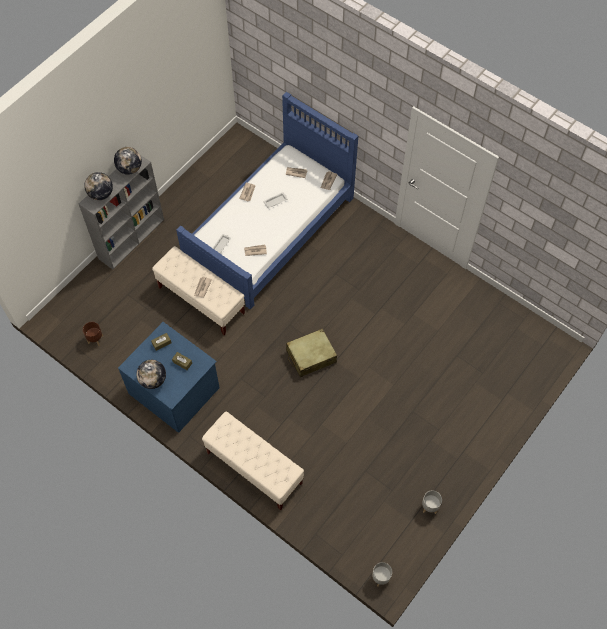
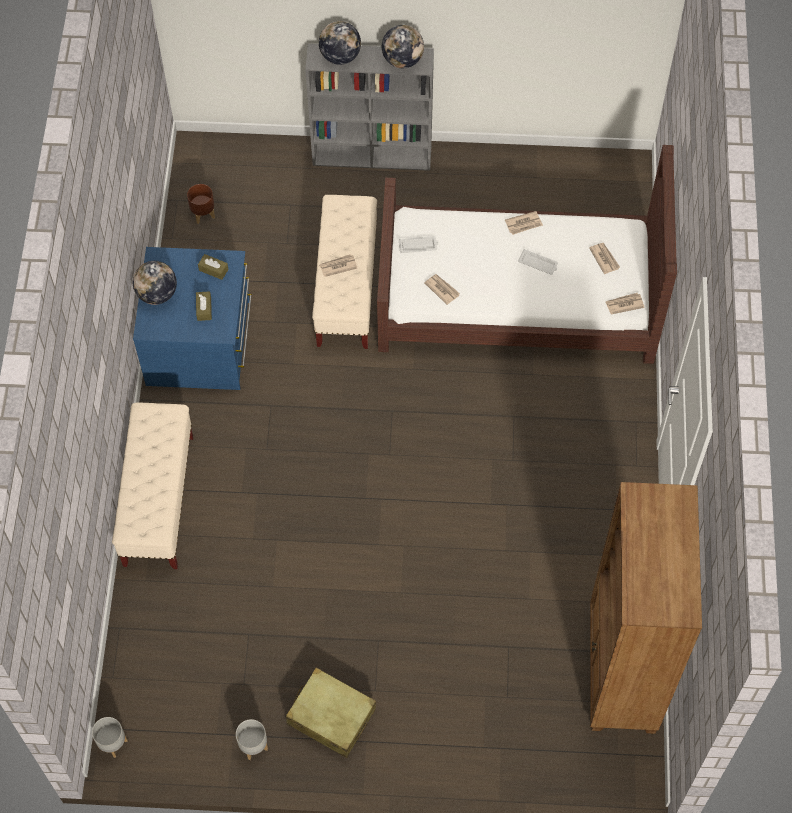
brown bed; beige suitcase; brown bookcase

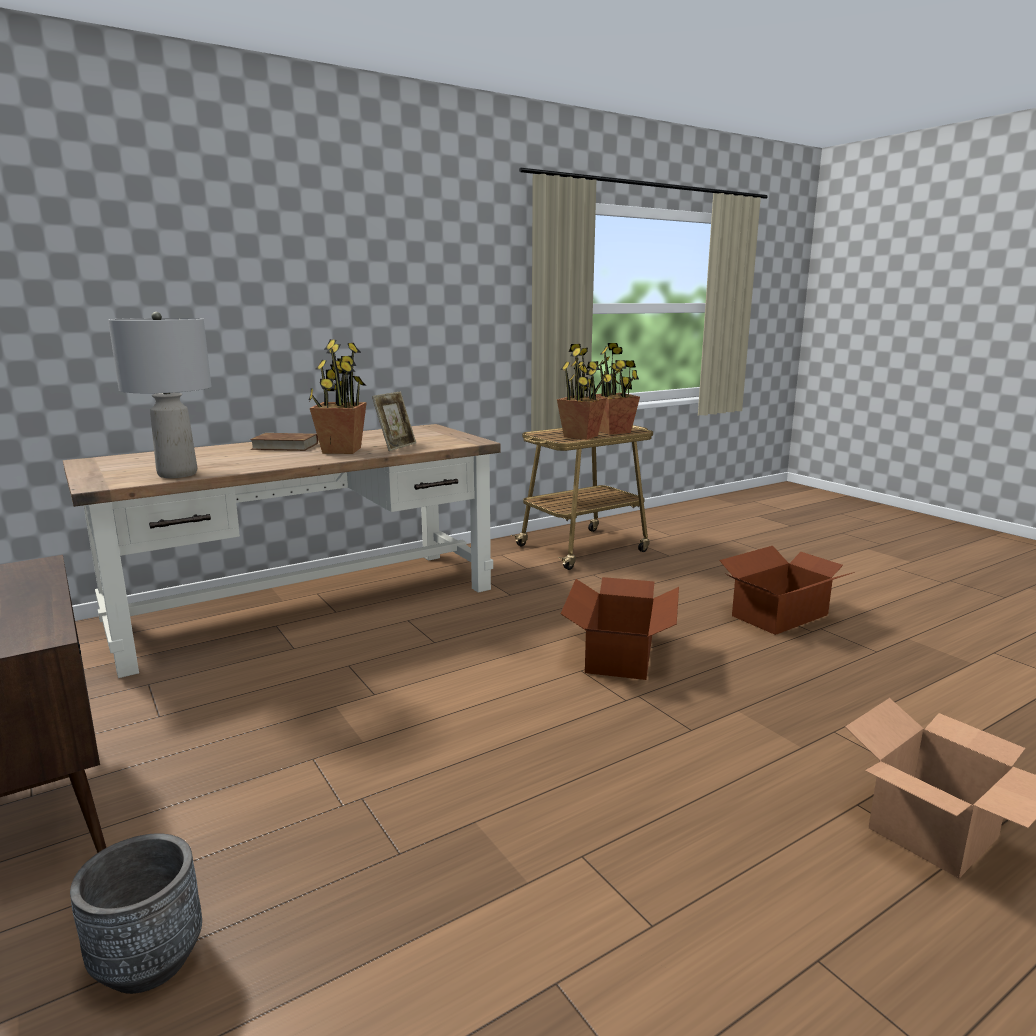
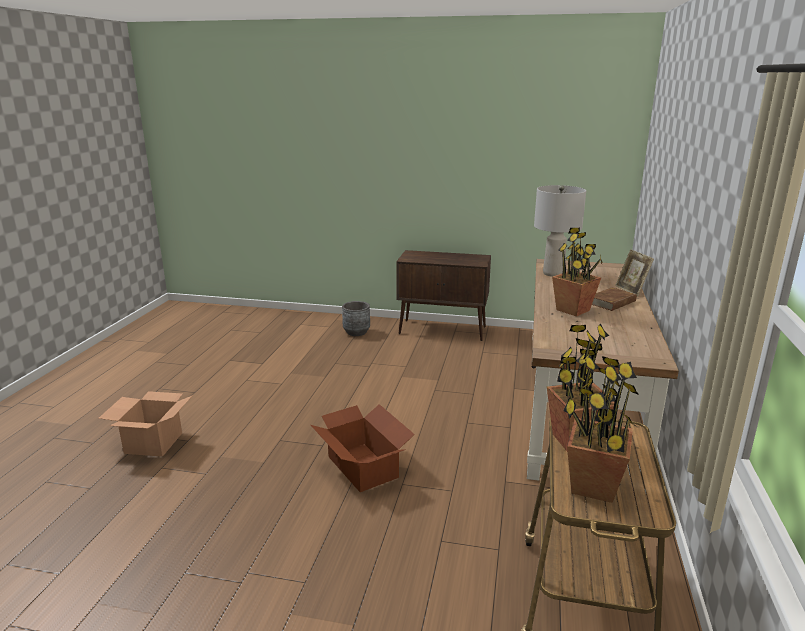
picture frame; cardboard box (no. 2 from left in the first image)

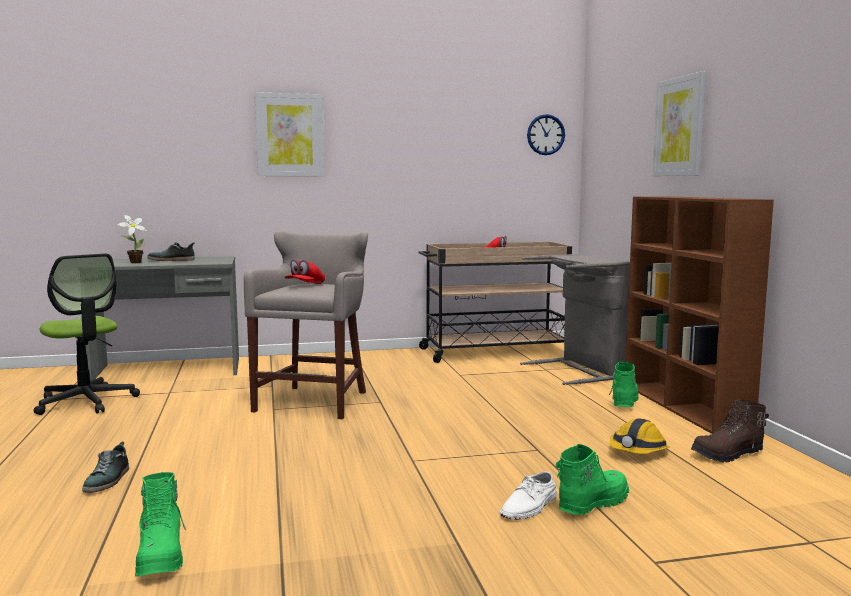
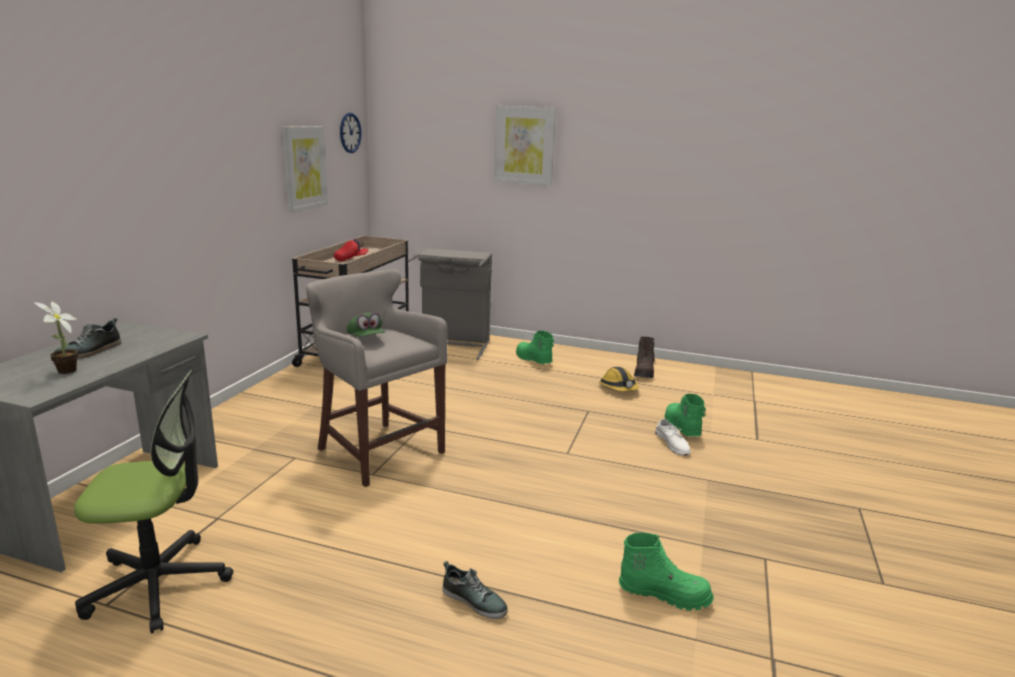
picture (no. 1 from left); brown bookcase; green cap

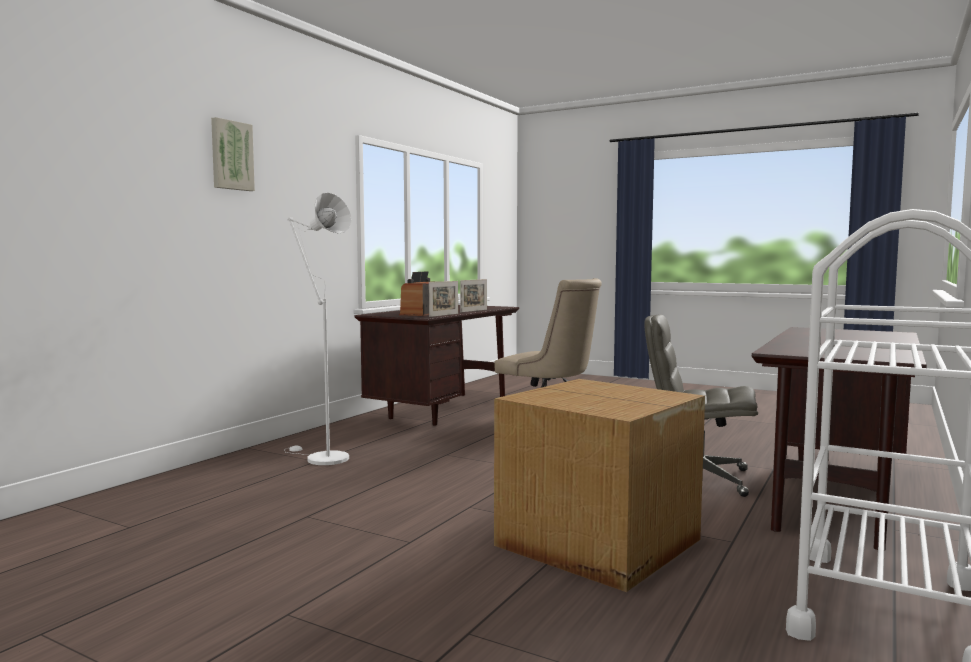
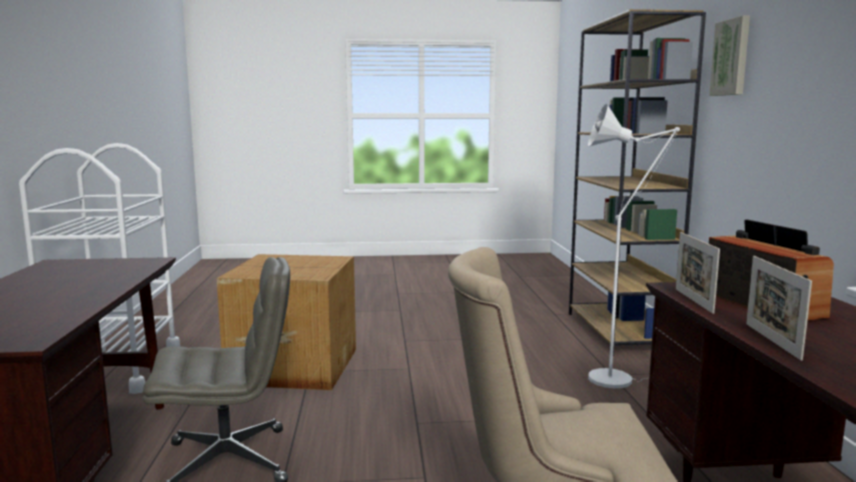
brown bookcase

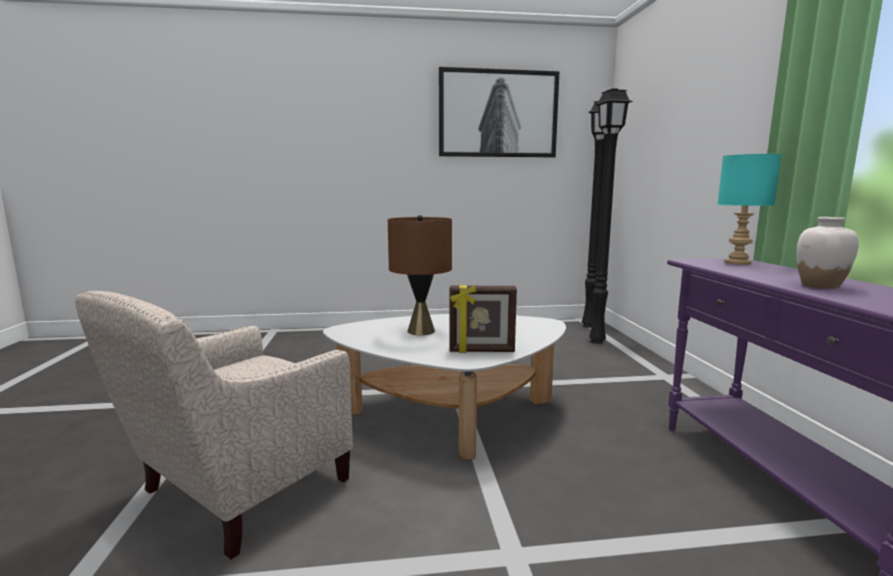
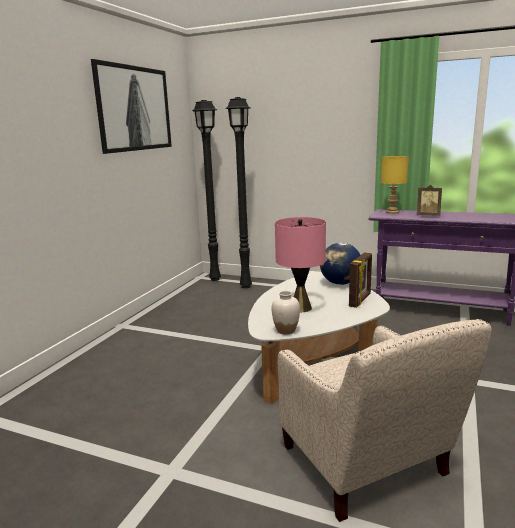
yellow table lamp; pink table lamp; white vase; picture frame (no. 2 from left); globe

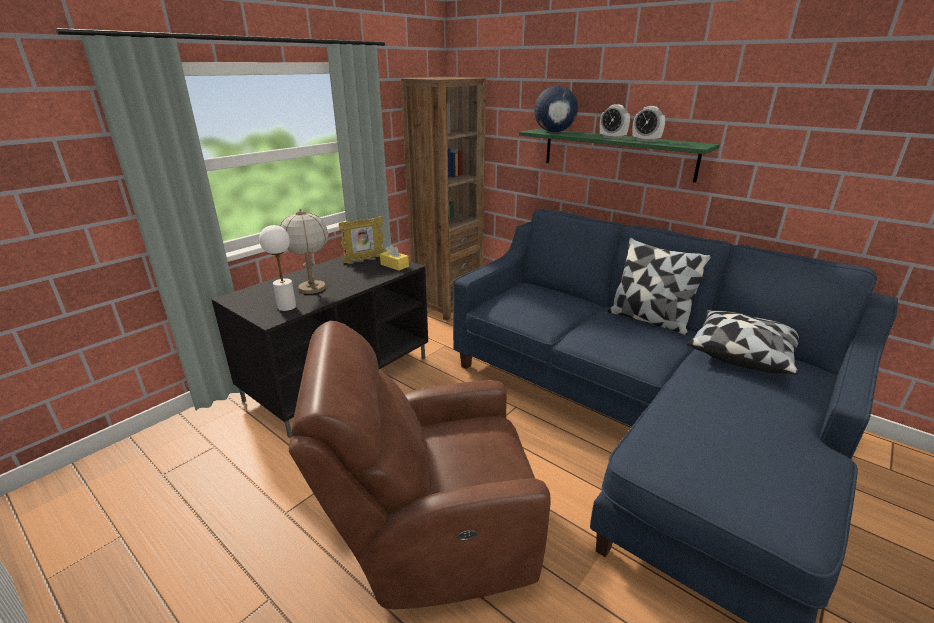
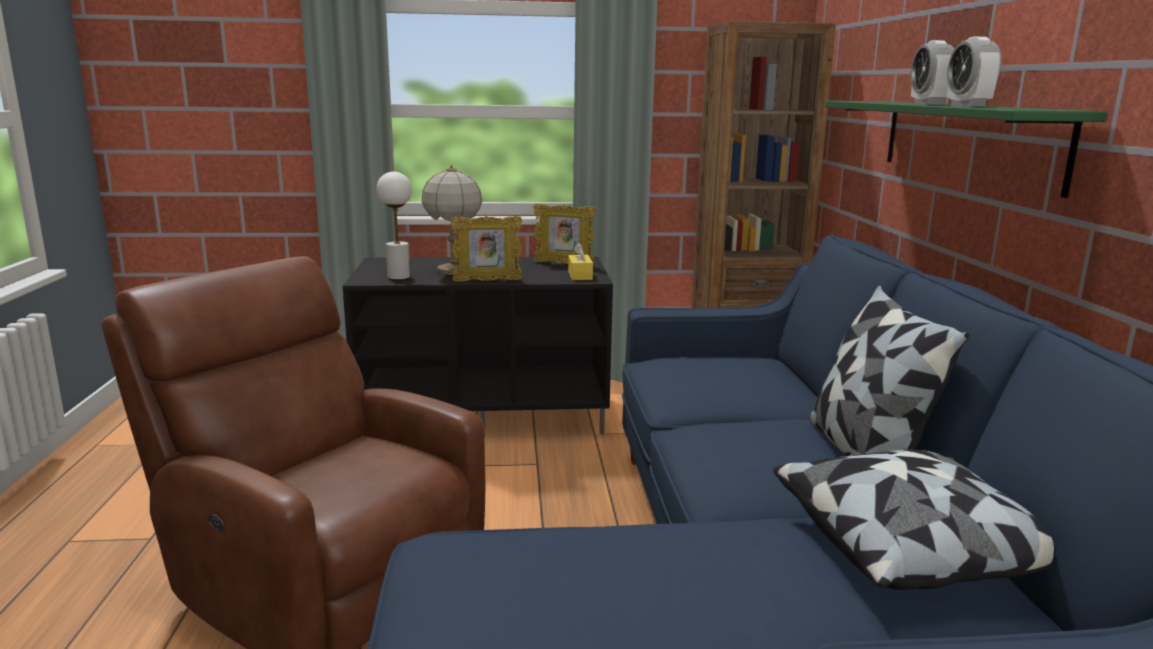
globe; picture frame (no. 1 from left)

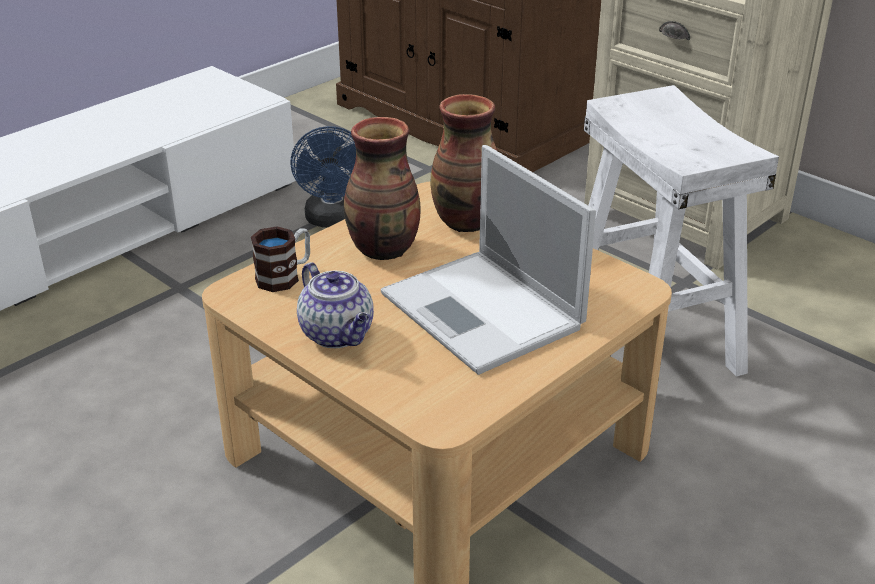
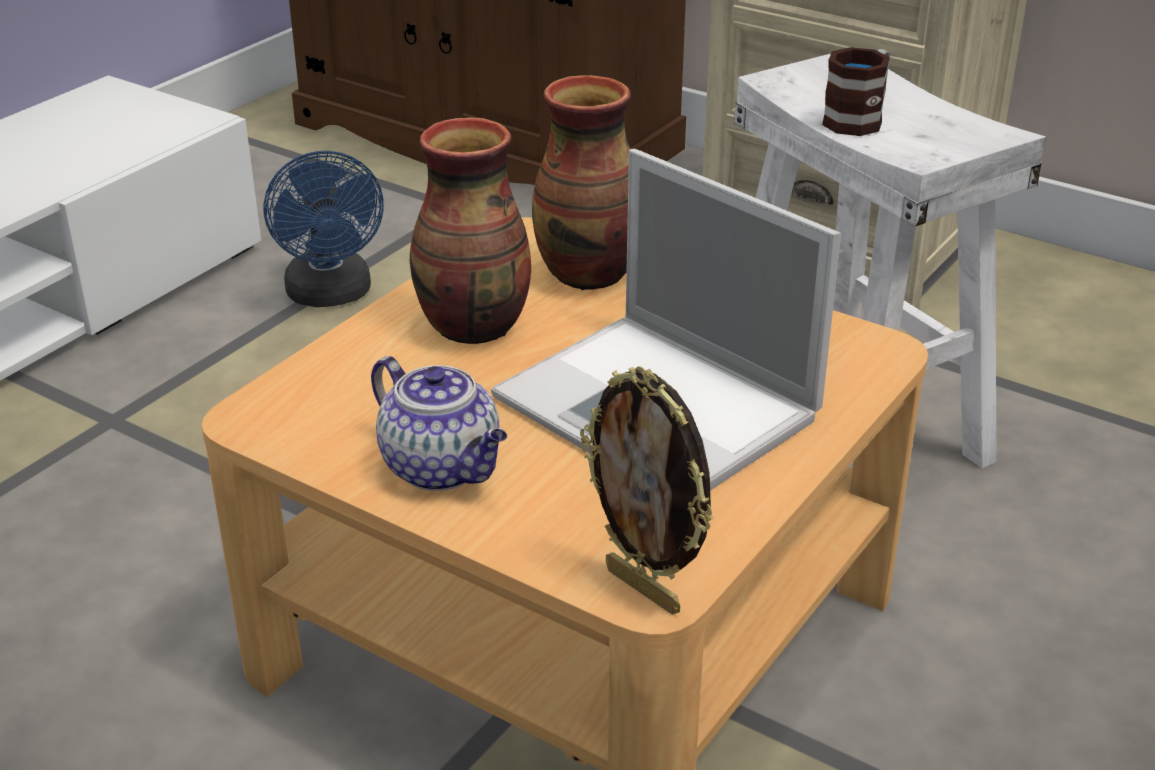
mug; picture frame

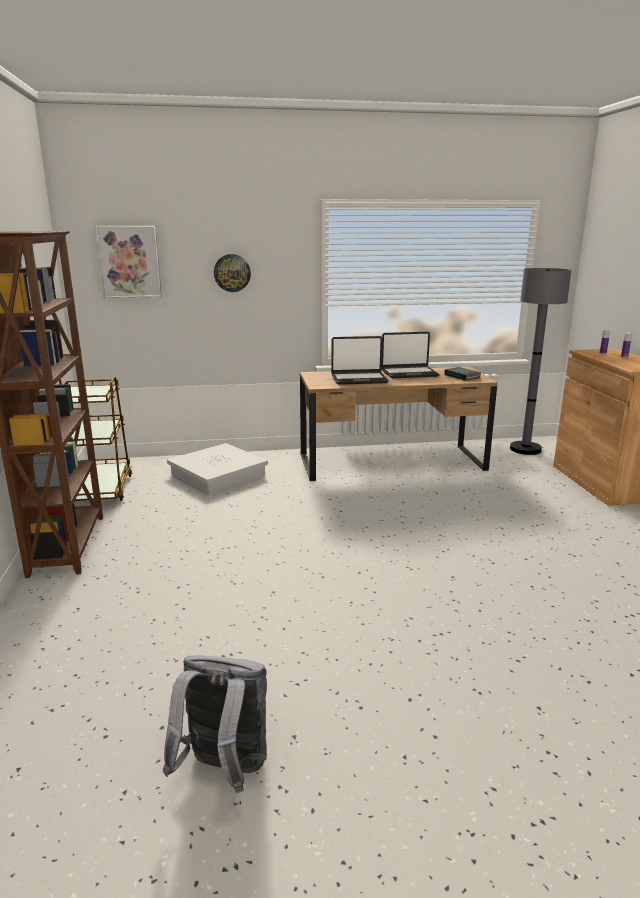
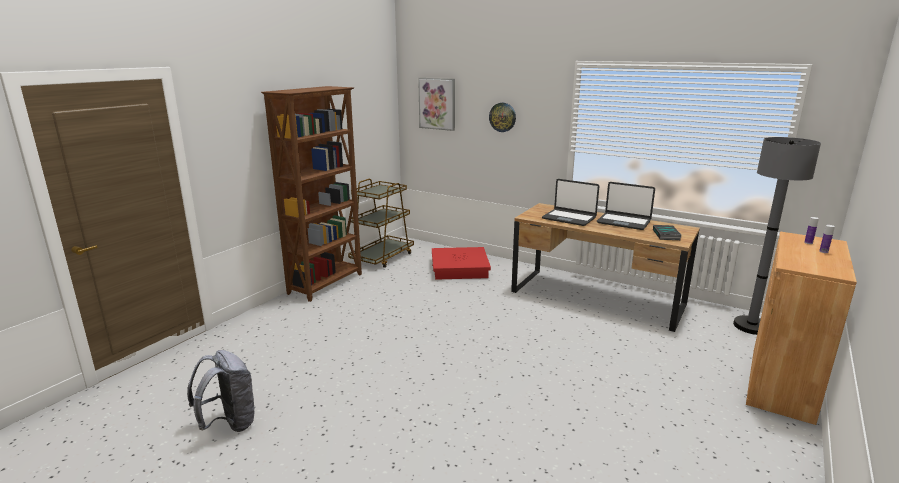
red storage box

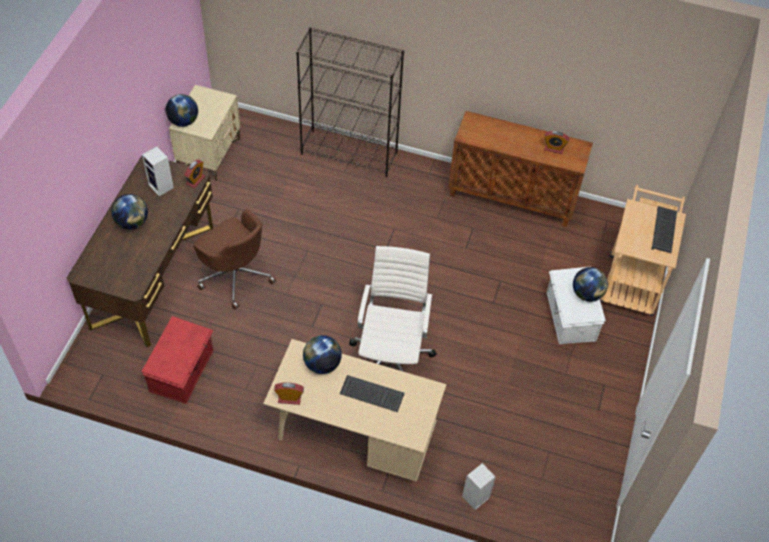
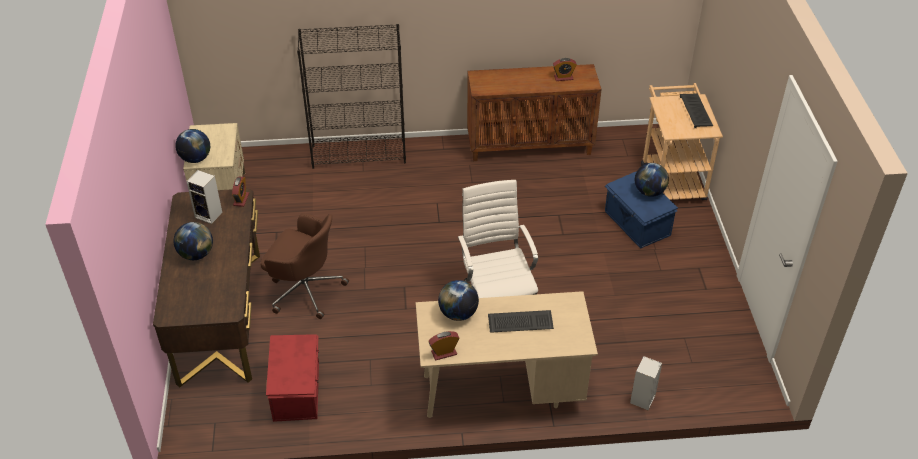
blue storage box

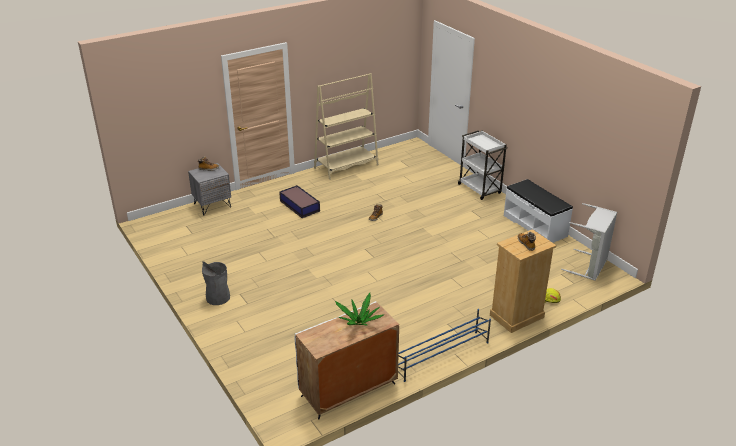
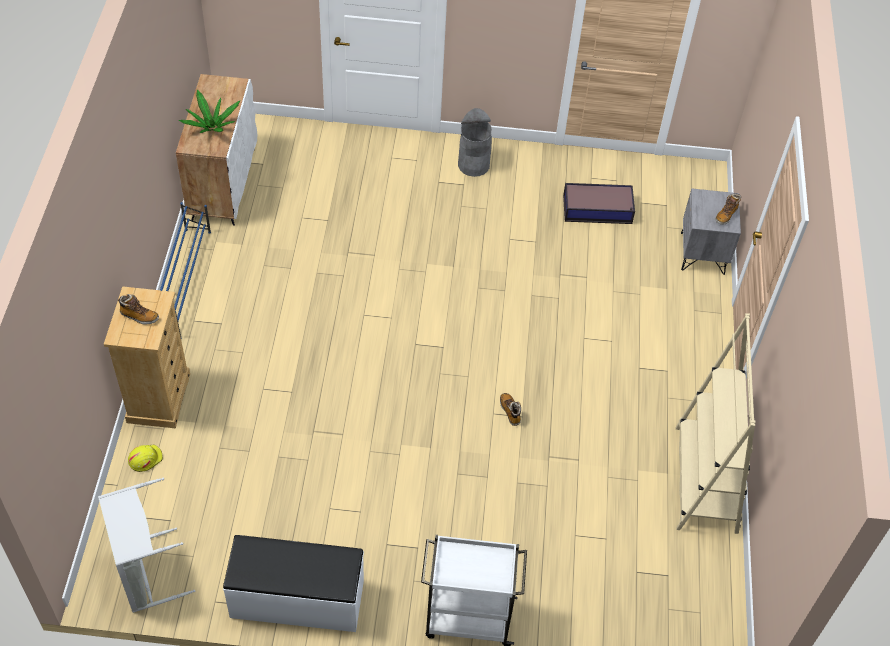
storage box

